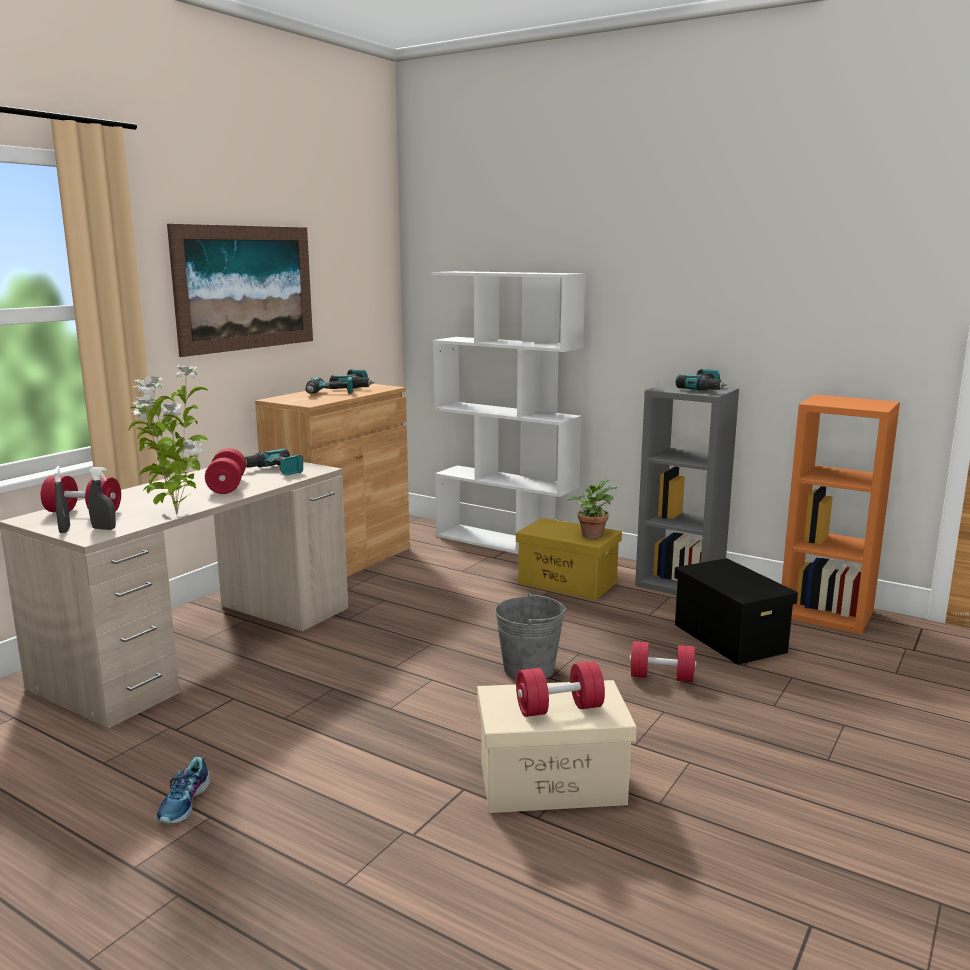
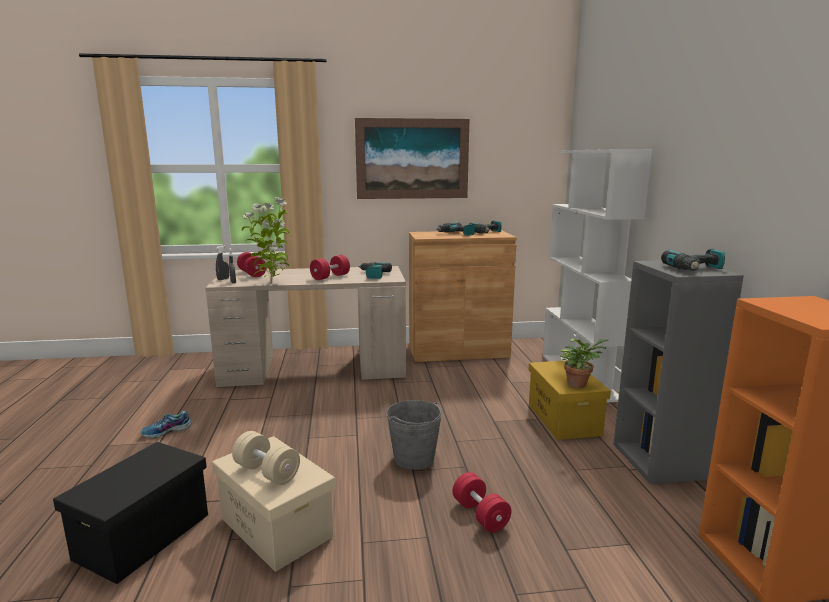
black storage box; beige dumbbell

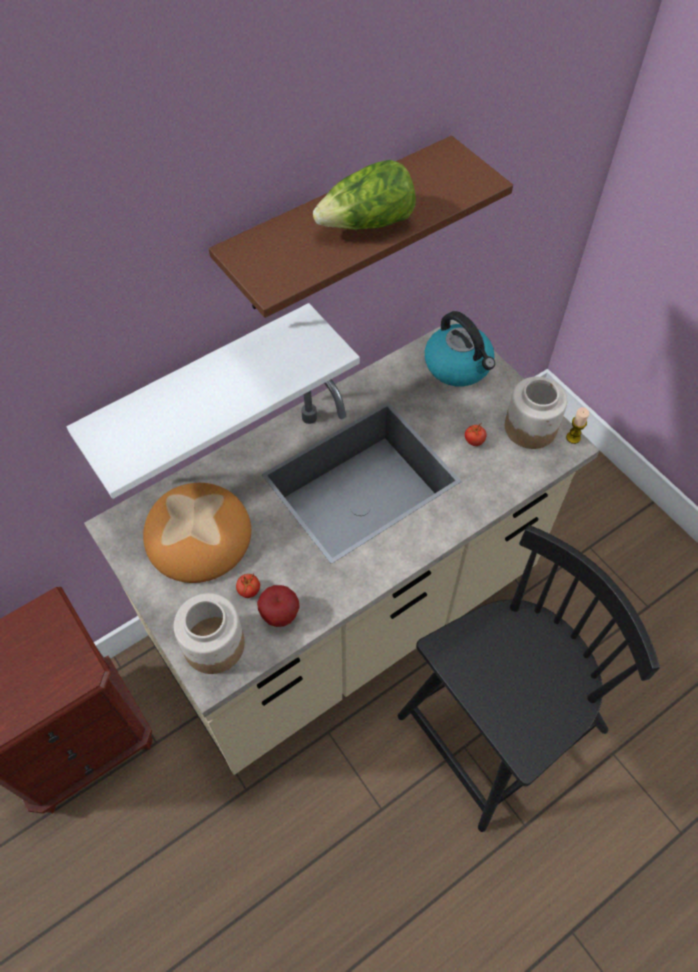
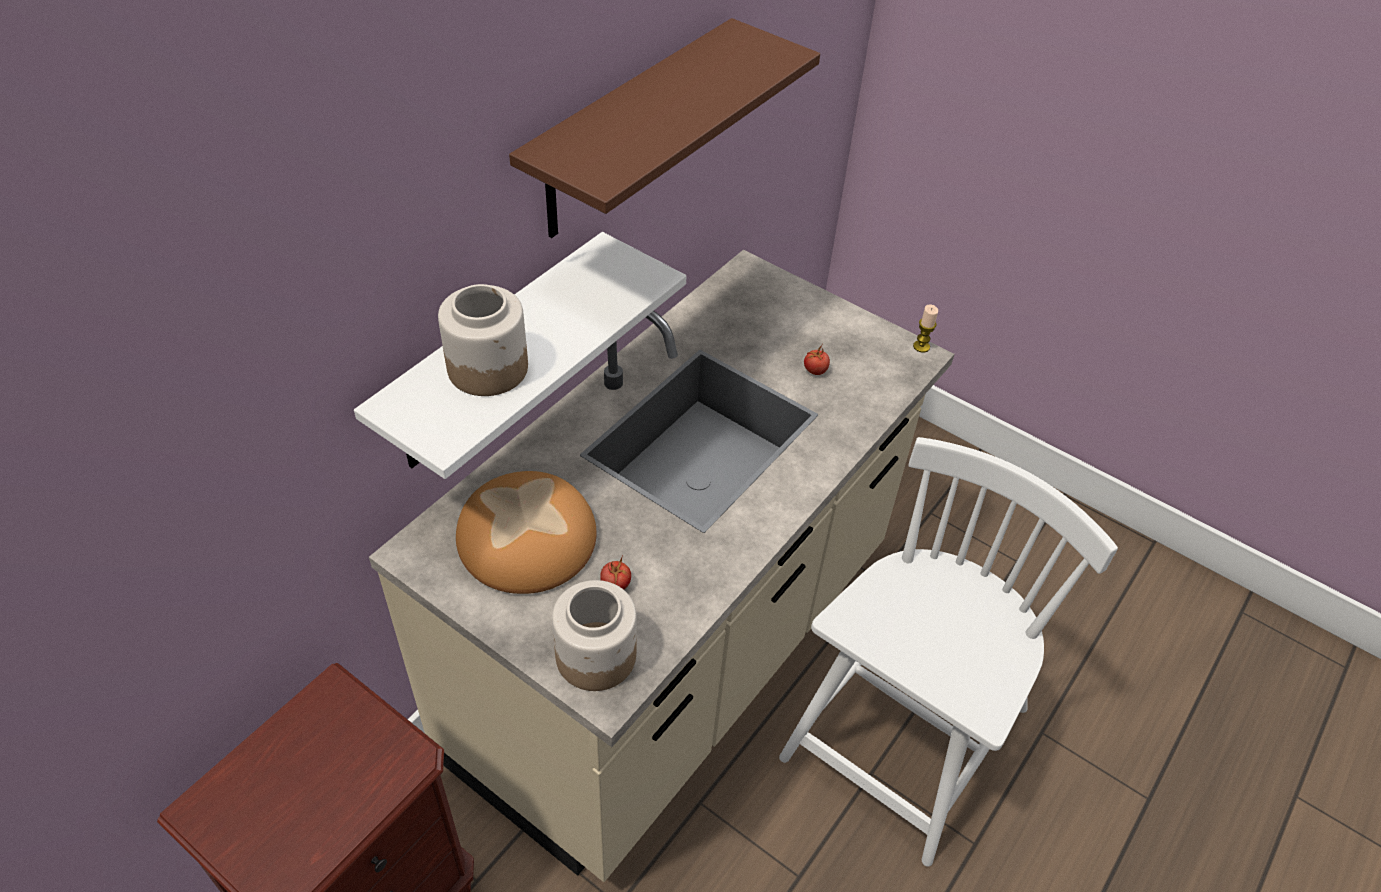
lettuce; kettle; jar (no. 1 from left); white chair; apple

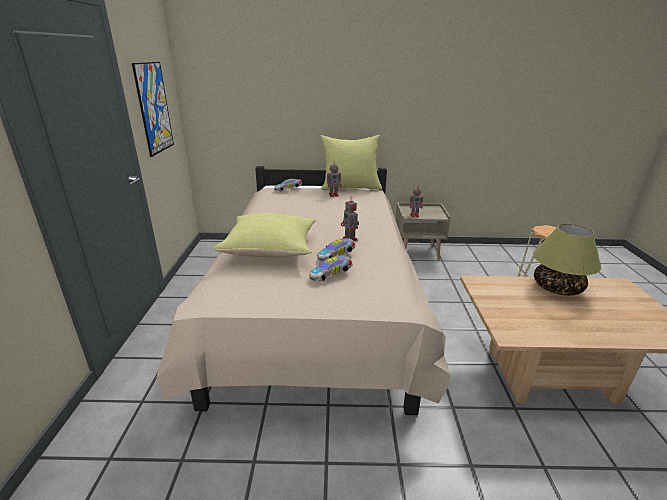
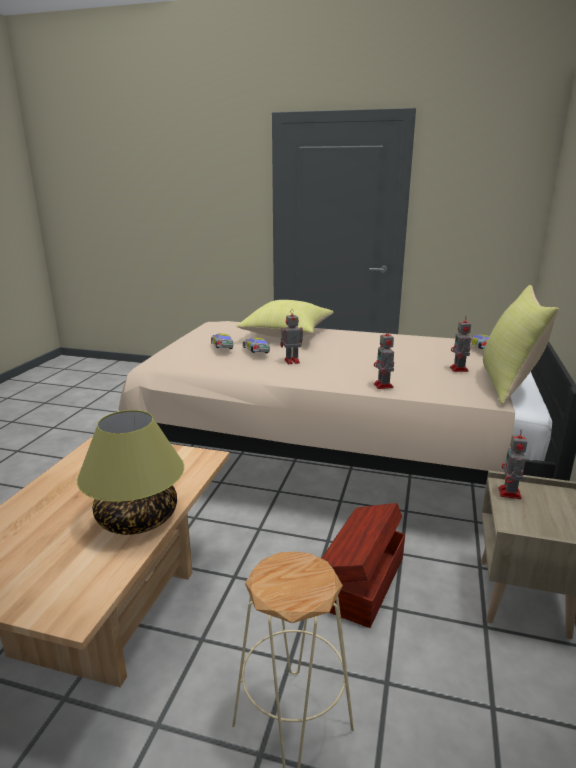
picture; toy robot (no. 2 from left); brown storage box

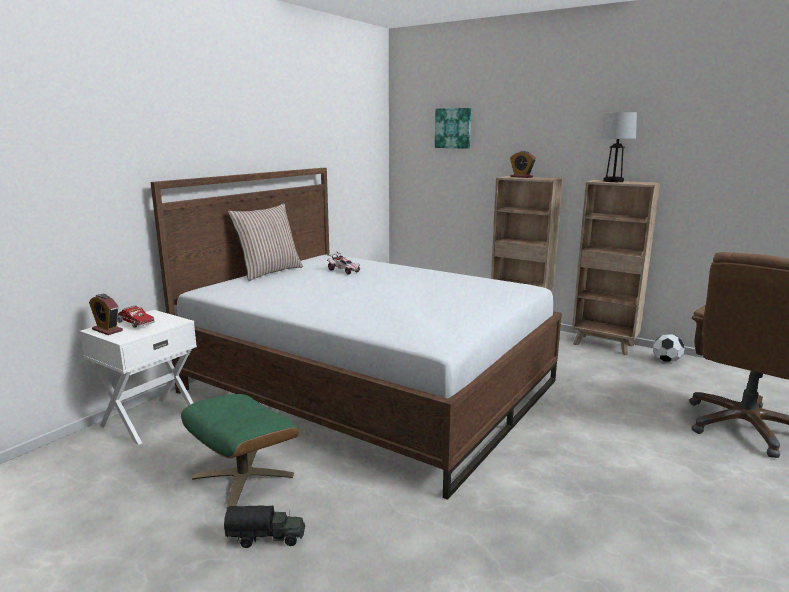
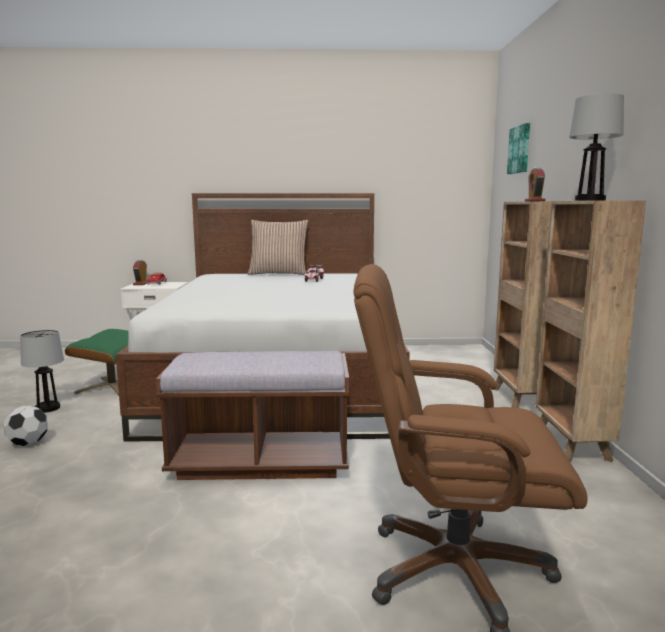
football; table lamp (no. 1 from left); brown bench

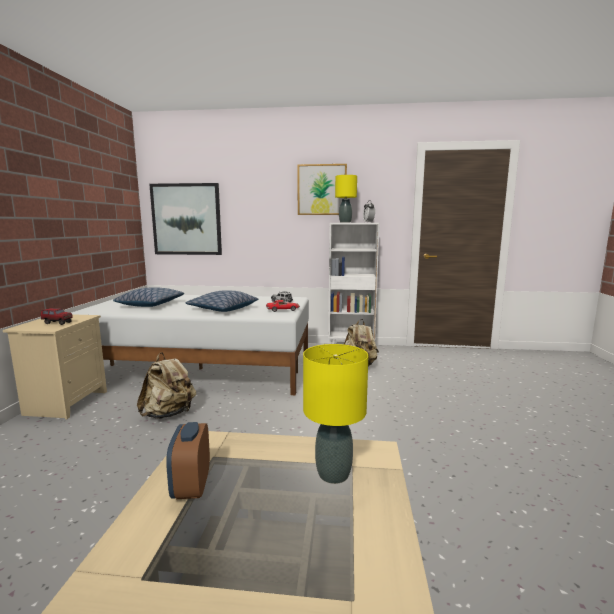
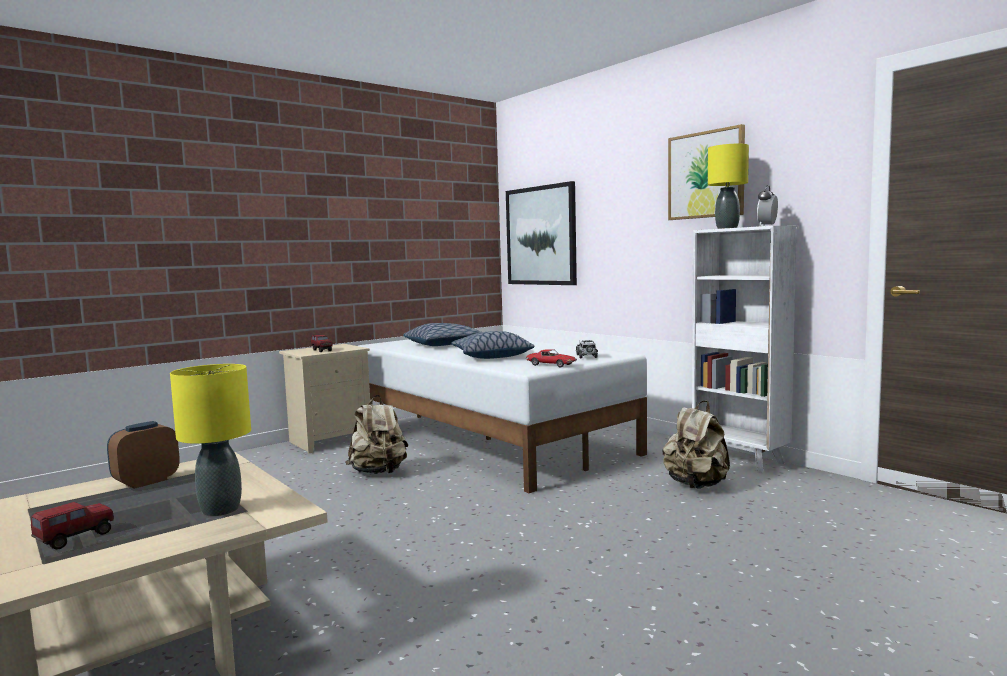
toy truck (no. 1 from left)

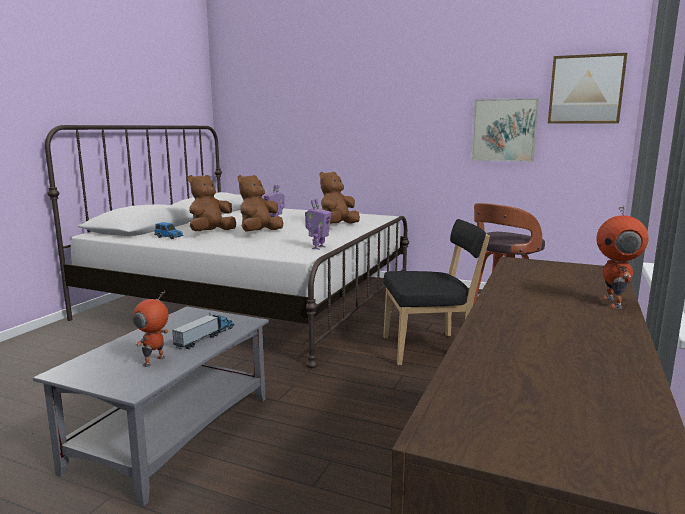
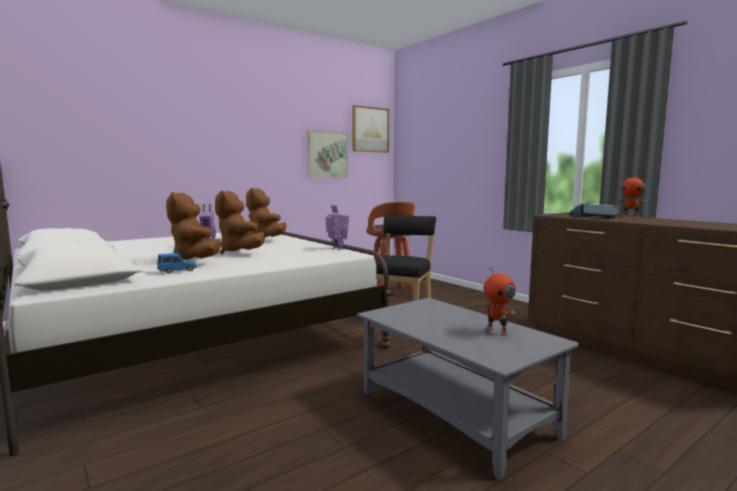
toy truck

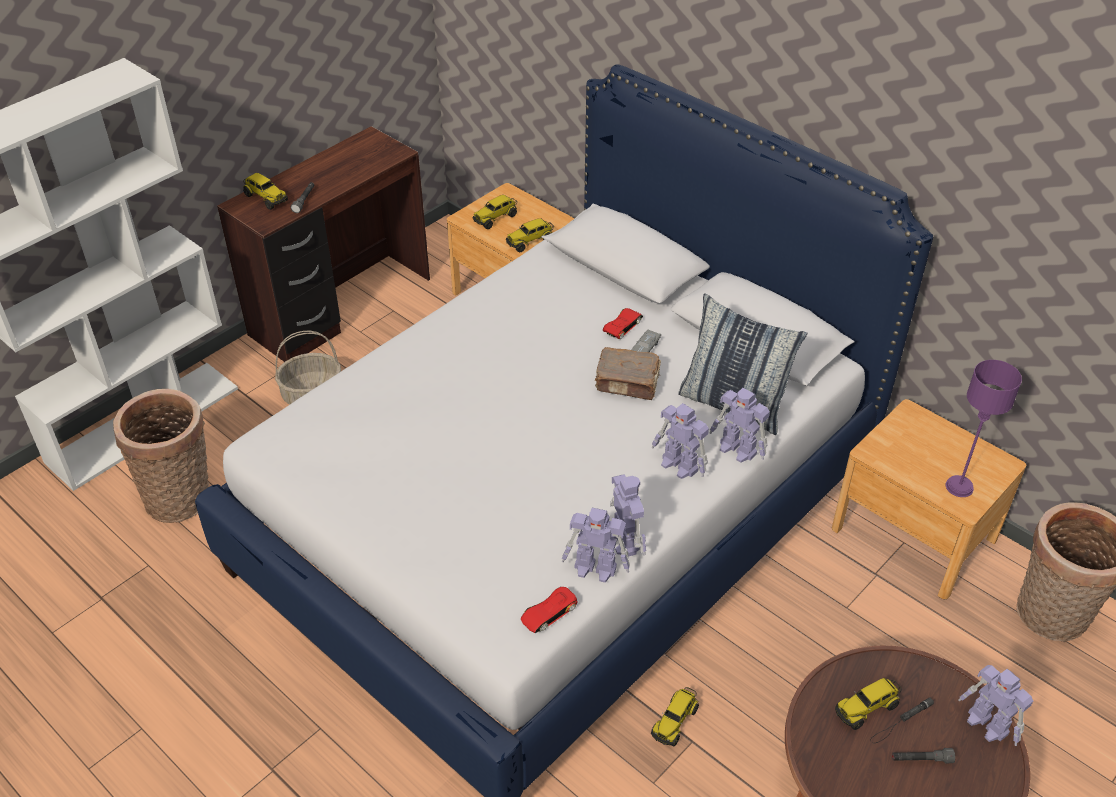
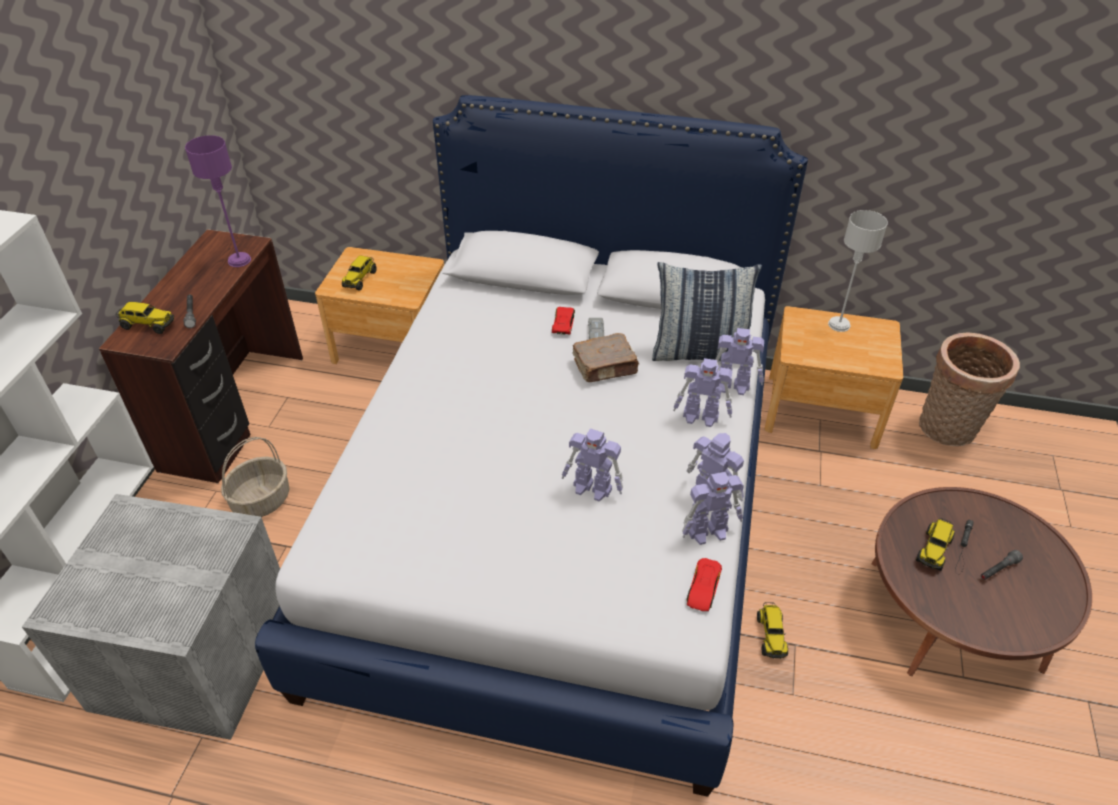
toy truck (no. 3 from left in the first image); purple table lamp; grey storage box; toy robot (no. 1 from left); grey table lamp

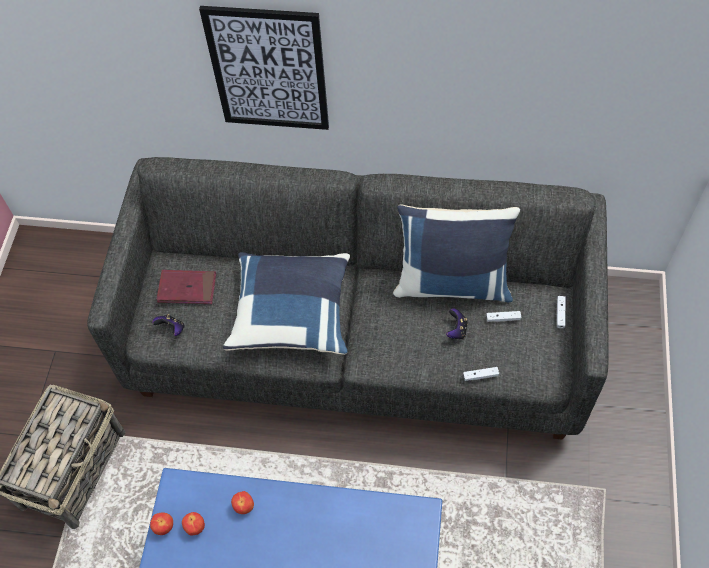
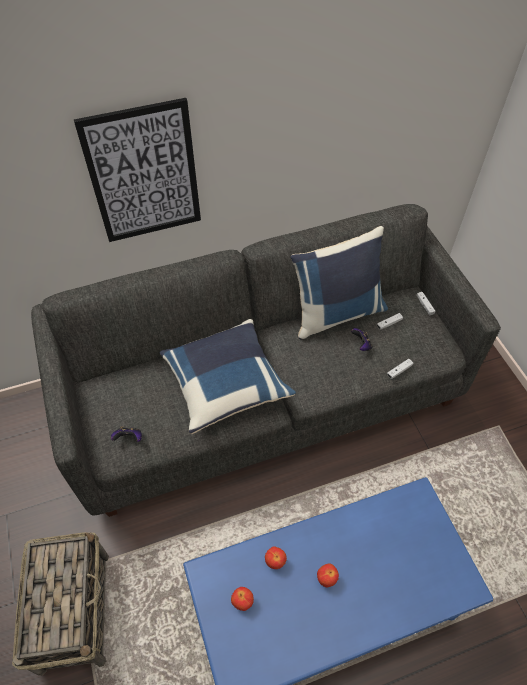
red book; apple (no. 3 from left)

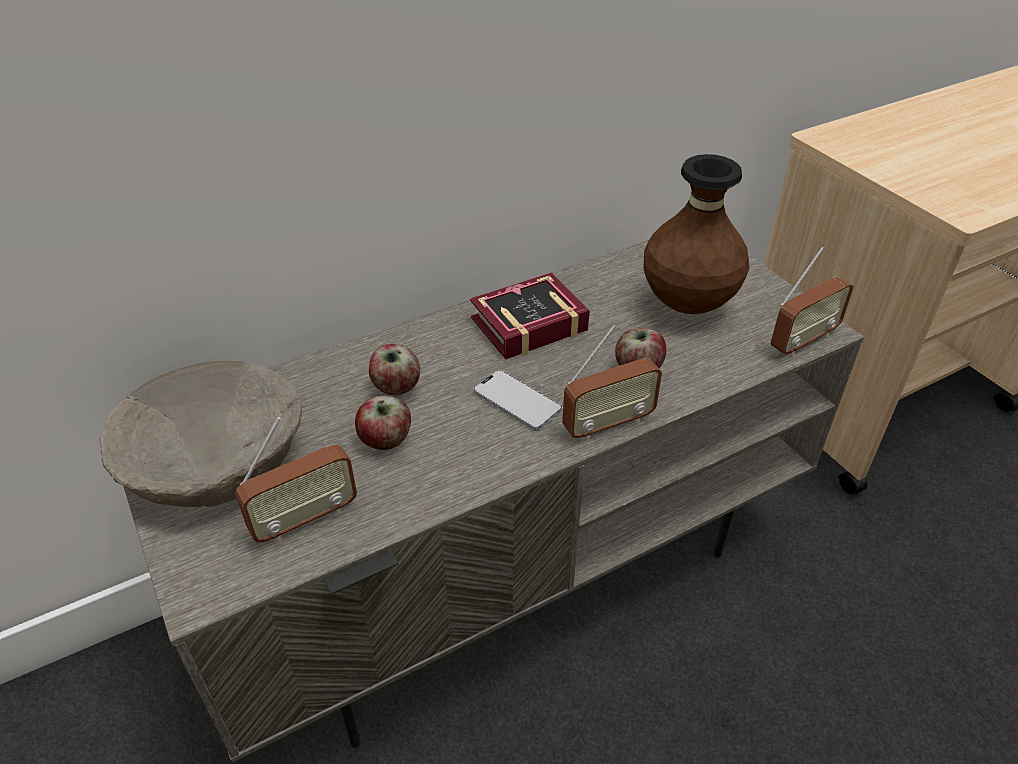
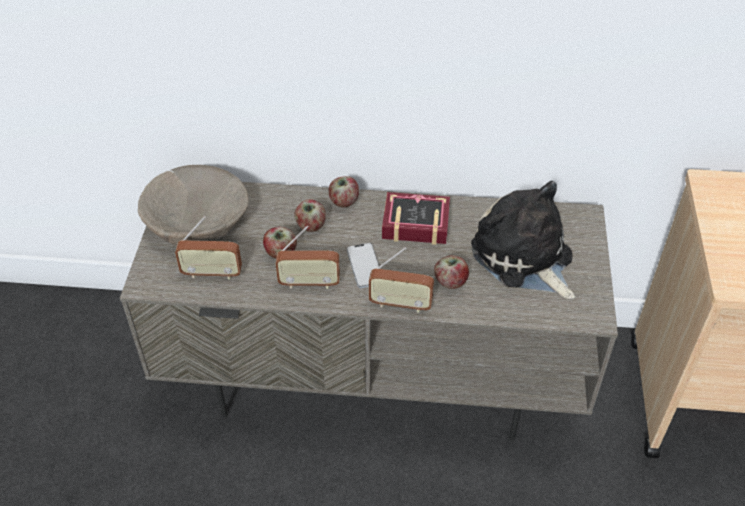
plush toy; radio (no. 2 from left); apple (no. 3 from left)

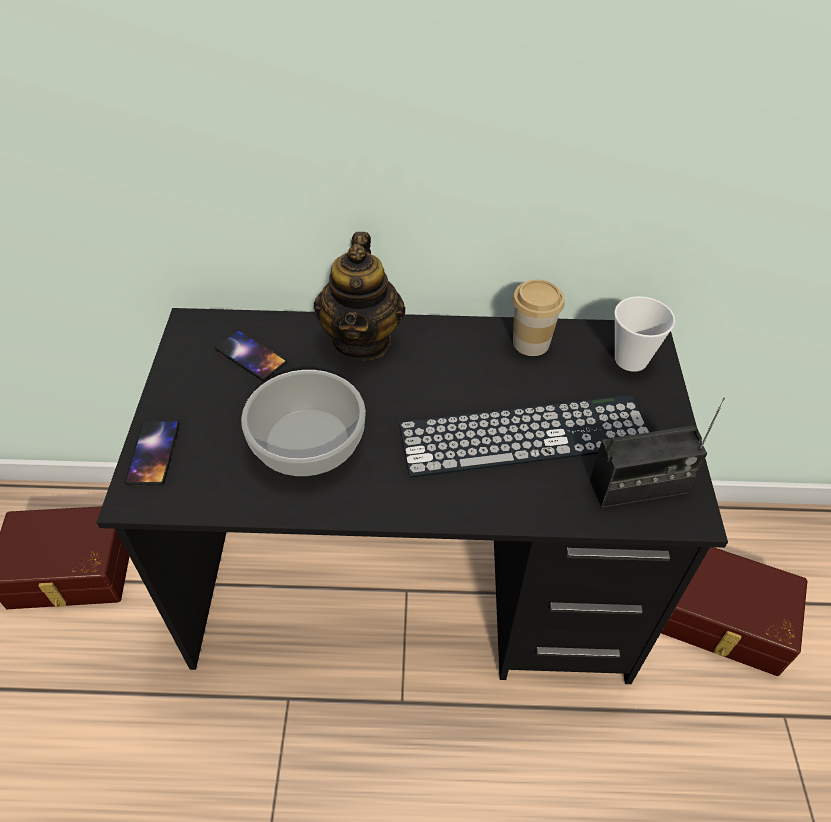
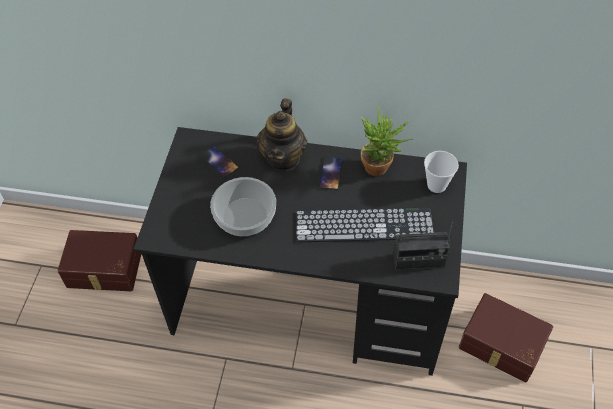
potted plant; phone (no. 2 from left)

